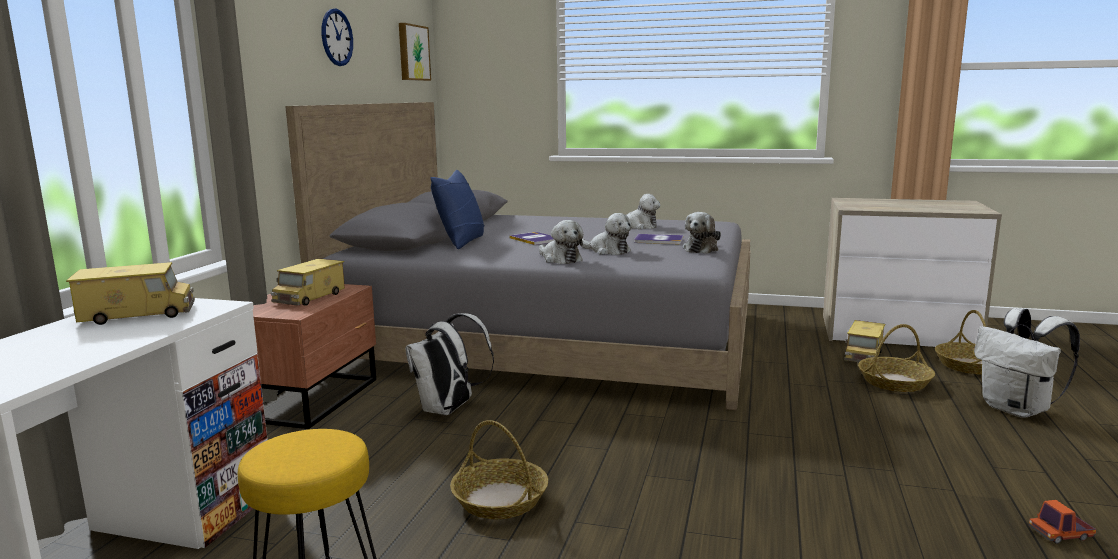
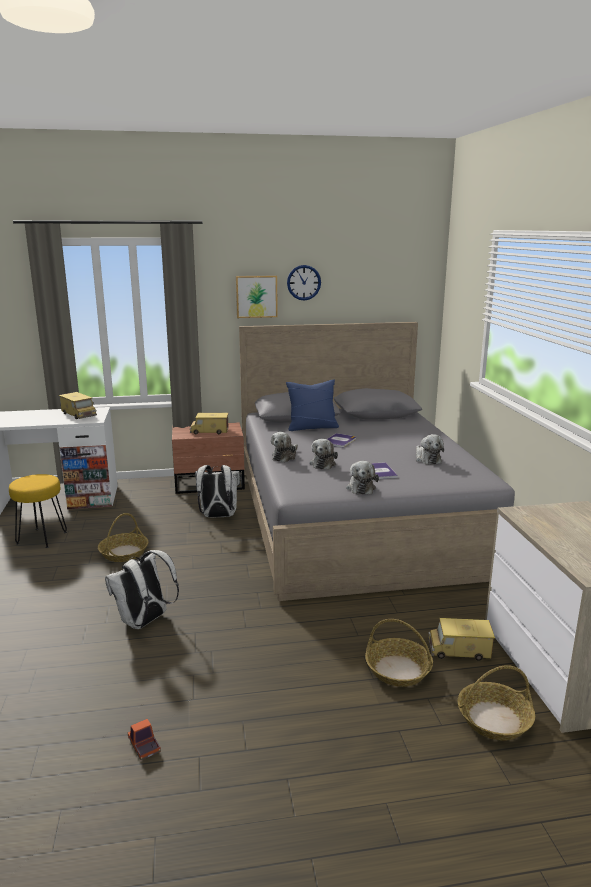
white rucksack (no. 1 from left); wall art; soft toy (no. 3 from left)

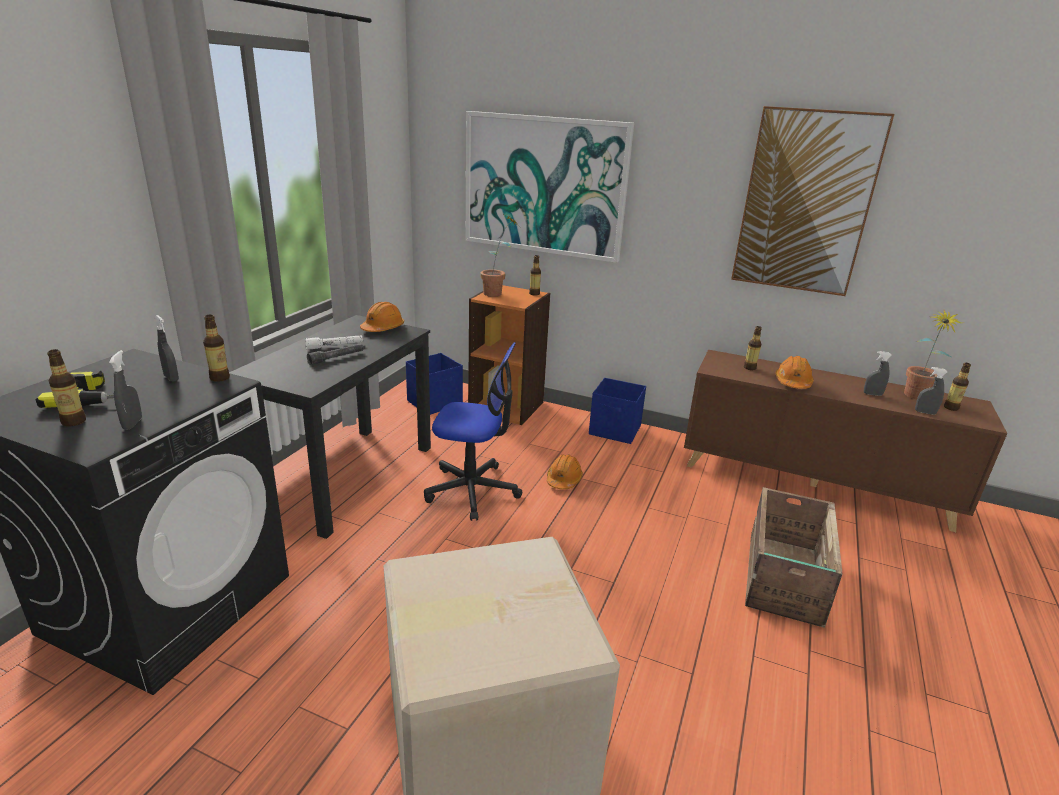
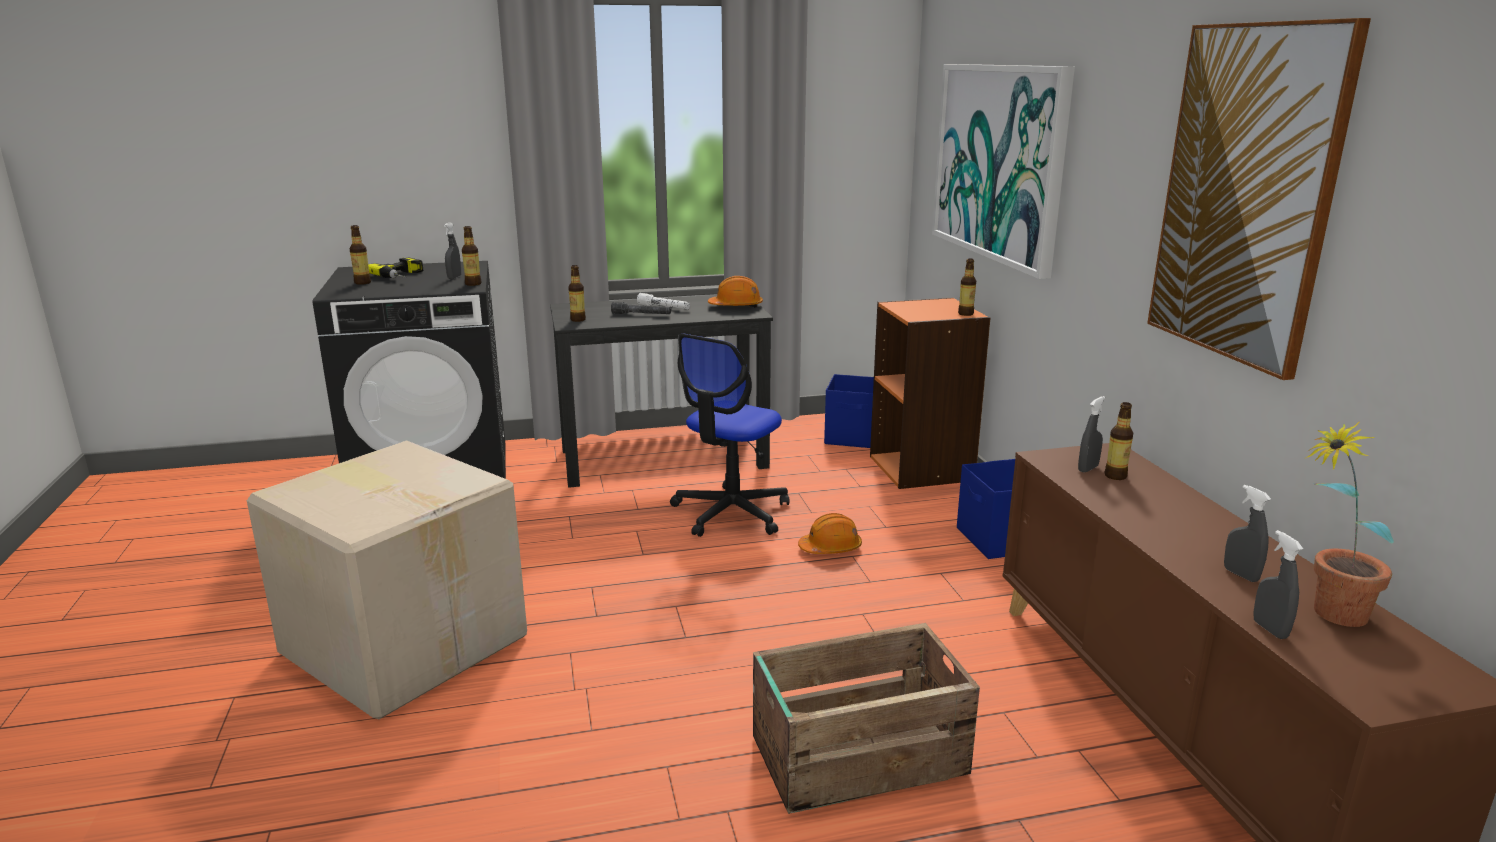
drink bottle (no. 3 from left); computer chair; grey sprayer (no. 2 from left); houseplant (no. 1 from left in the first image); orange safety helmet (no. 3 from left in the first image)

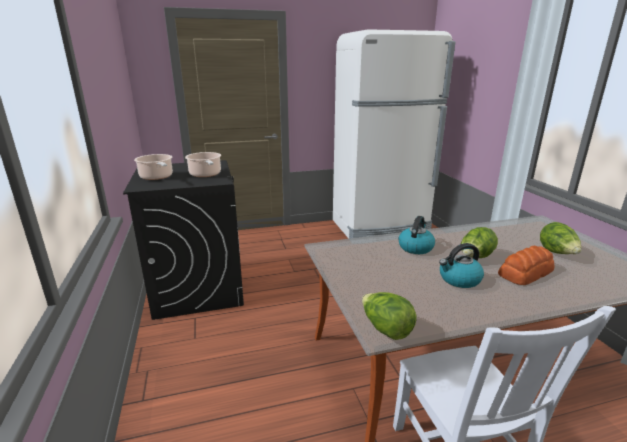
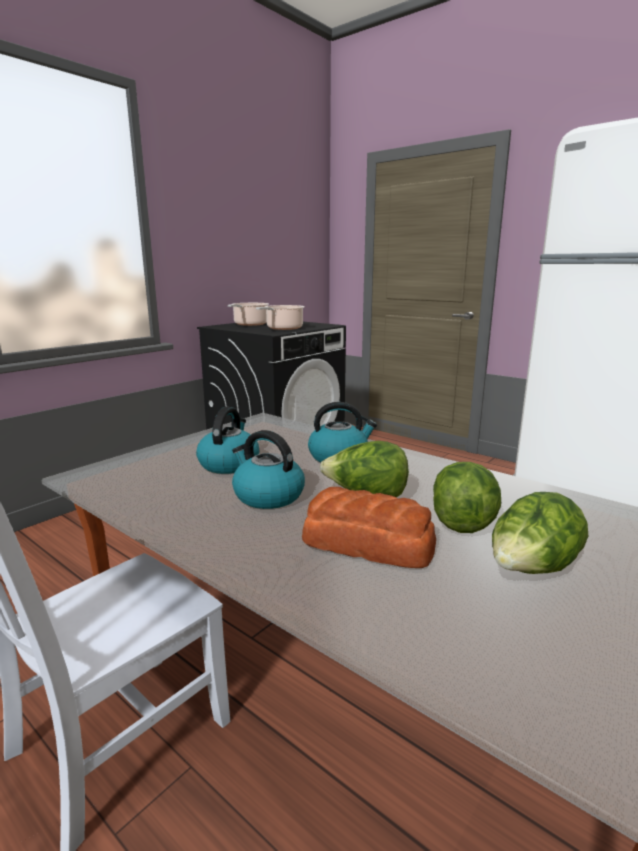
kettle (no. 1 from left); head of lettuce (no. 2 from left)

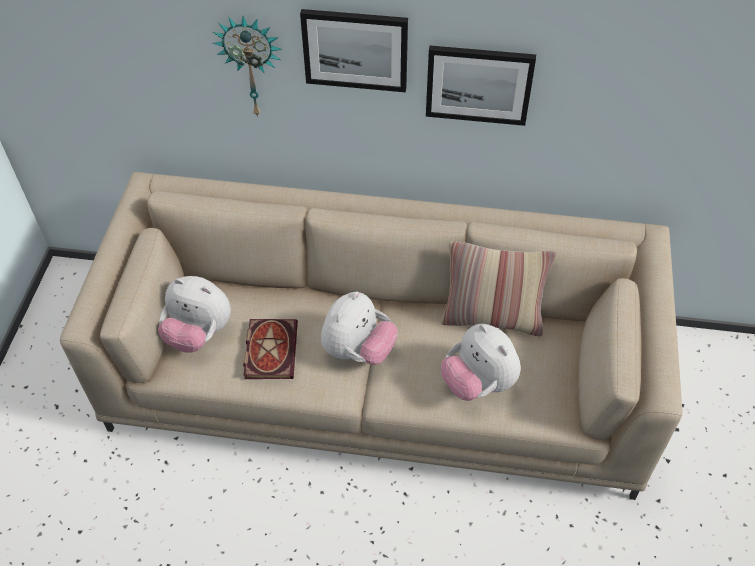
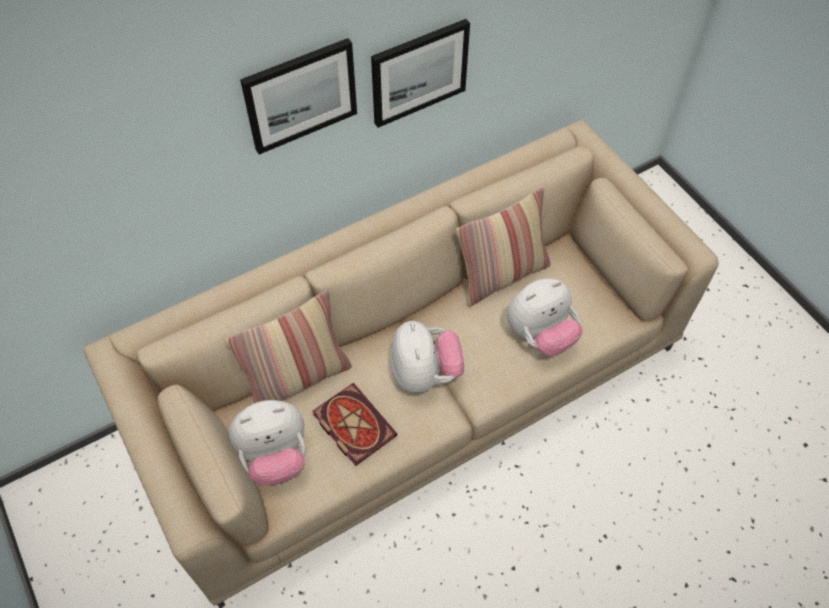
cushion (no. 1 from left); soft toy (no. 3 from left); wall clock

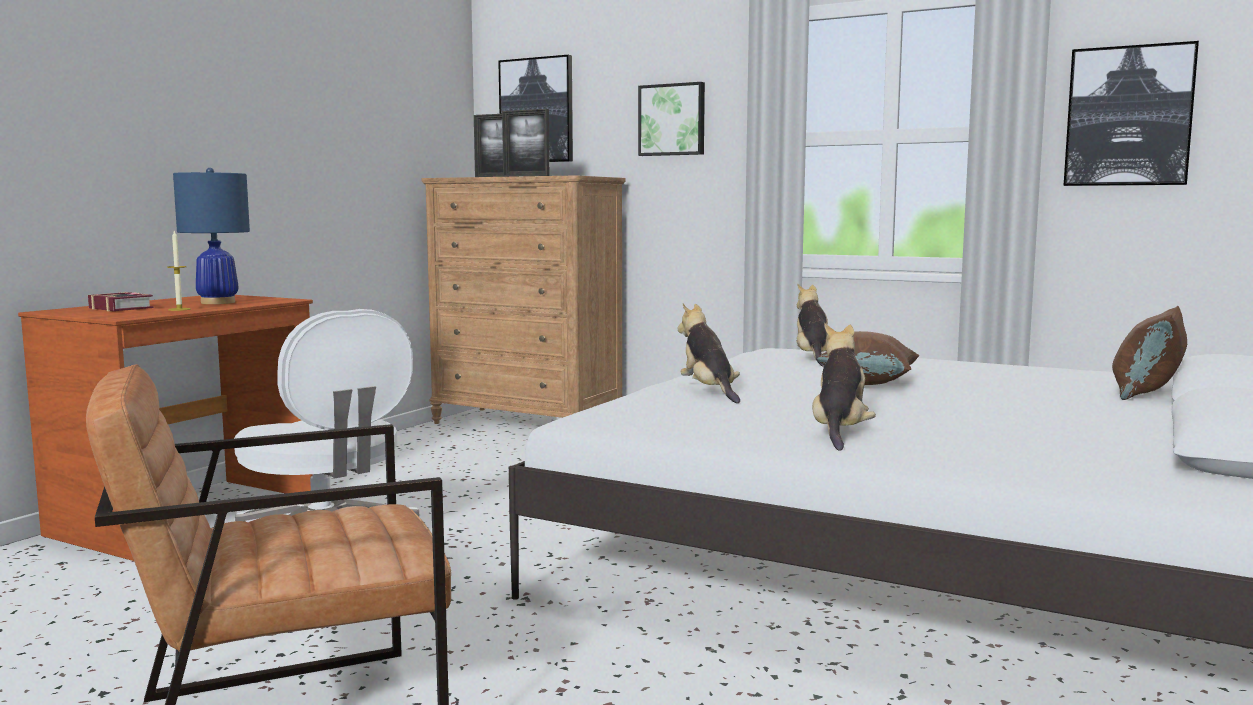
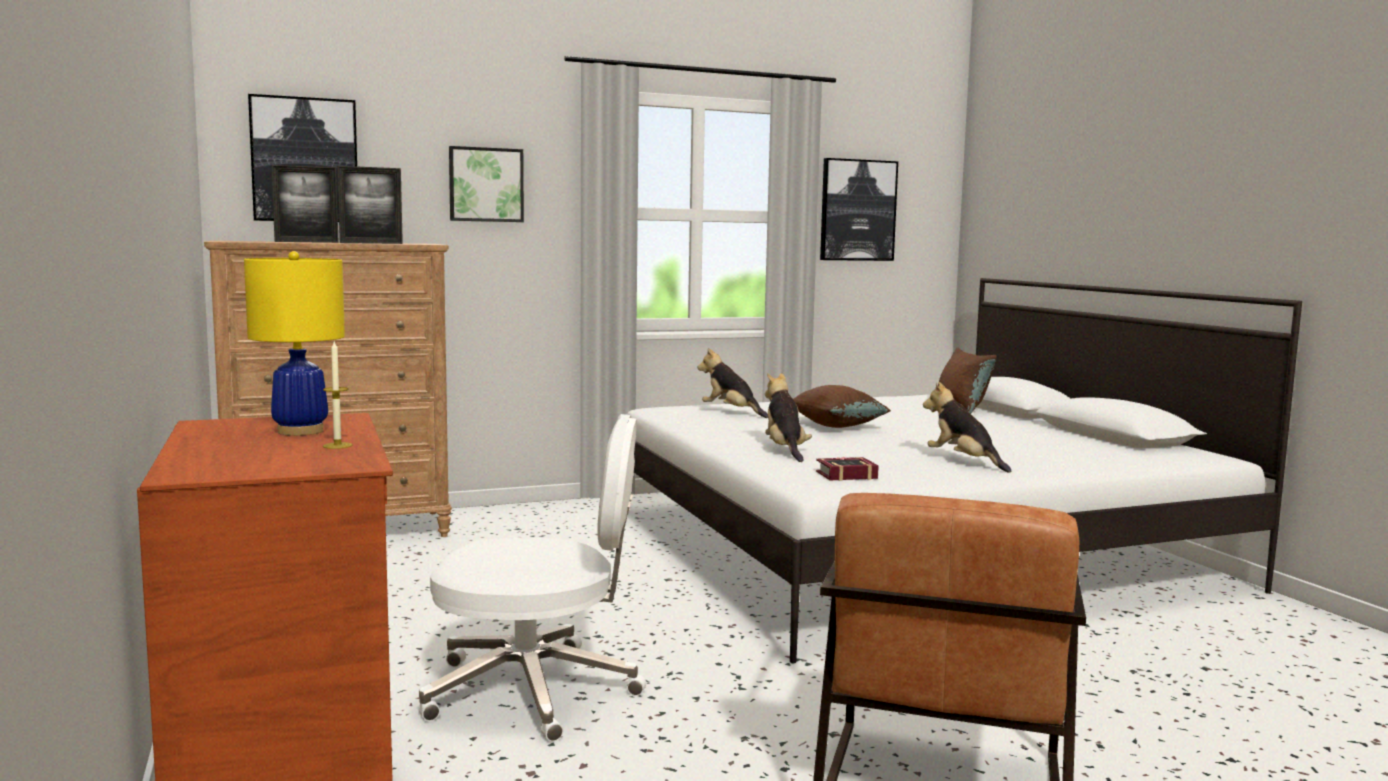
yellowish lamp for a table; soft toy (no. 2 from left); volume

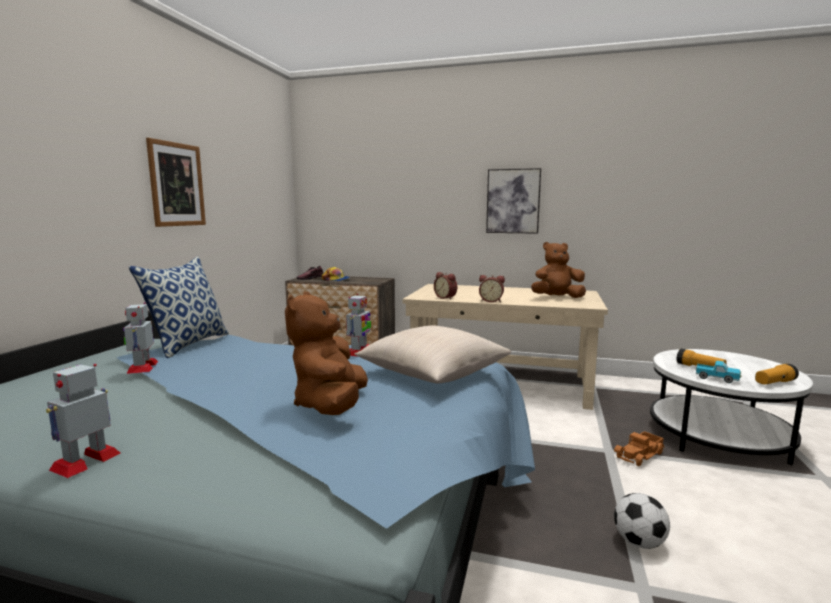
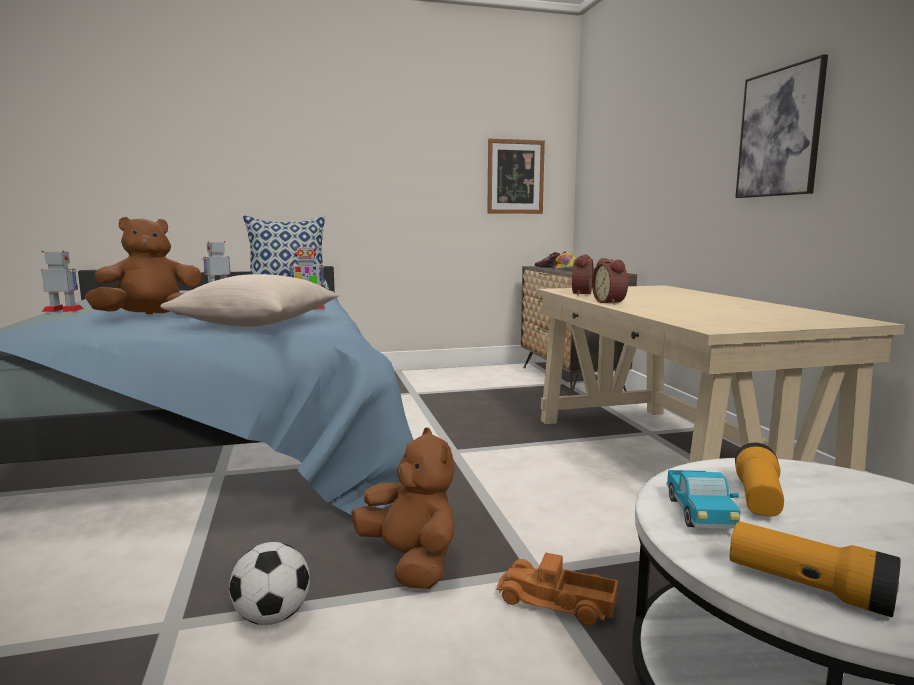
brownish soft toy (no. 2 from left); wall art (no. 1 from left)

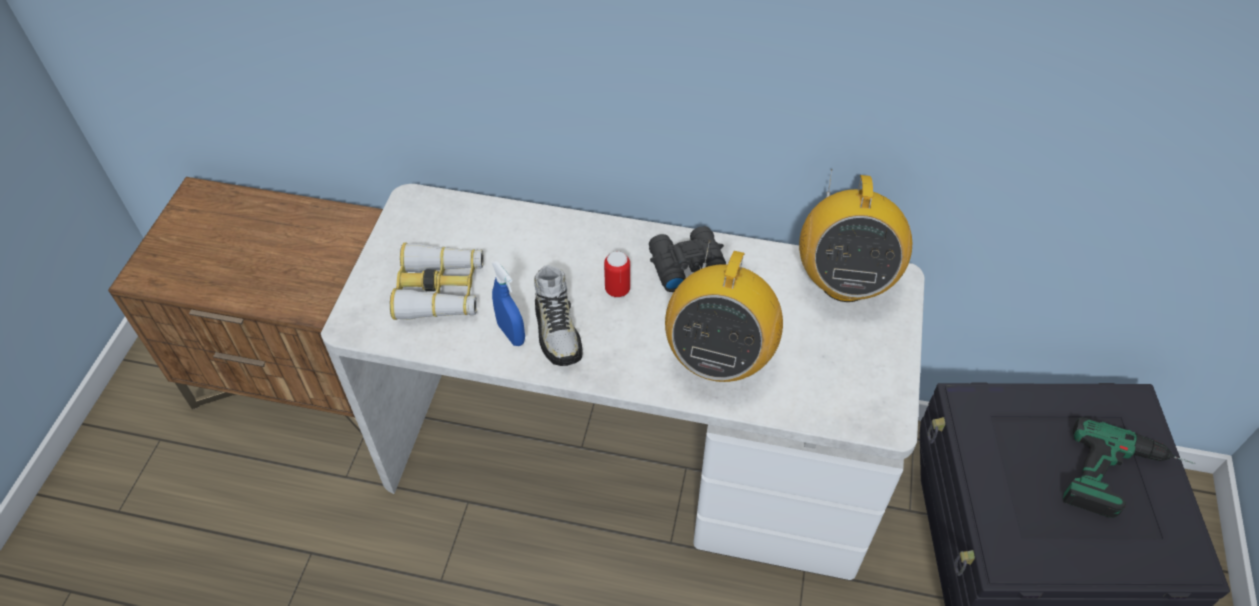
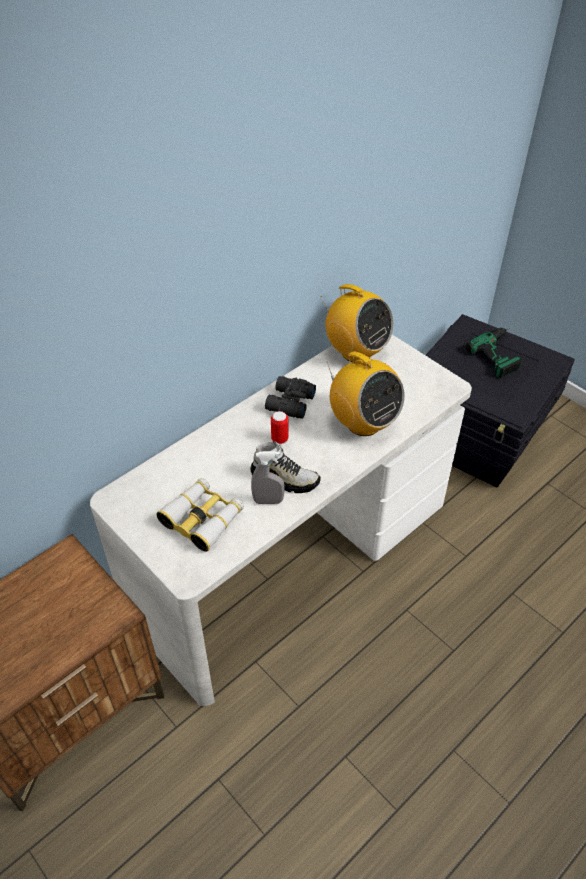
grey sprayer

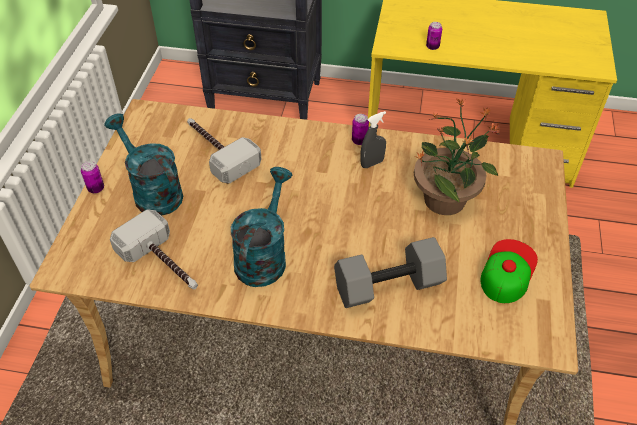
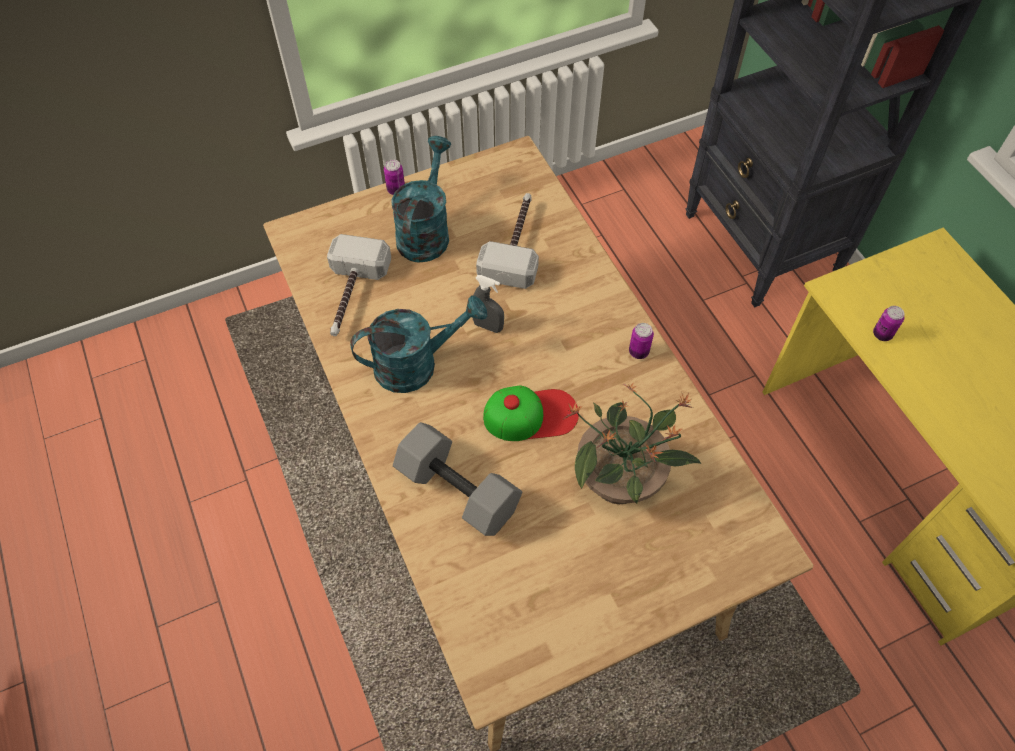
grey sprayer; baseball cap

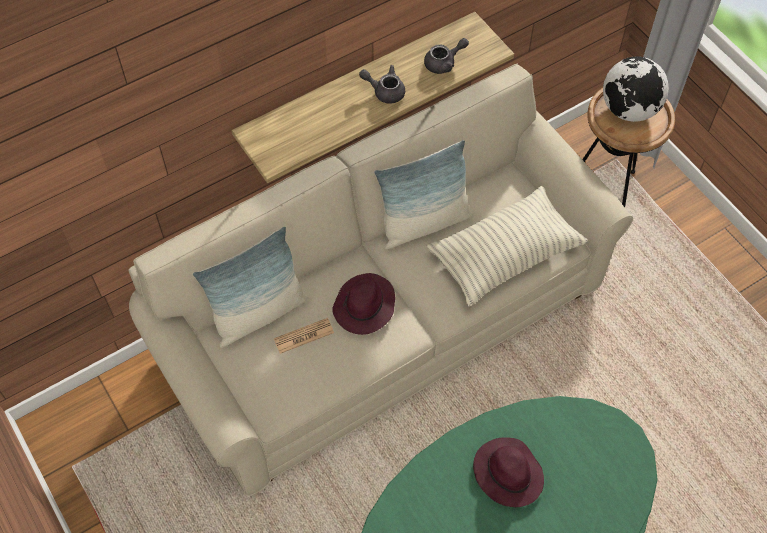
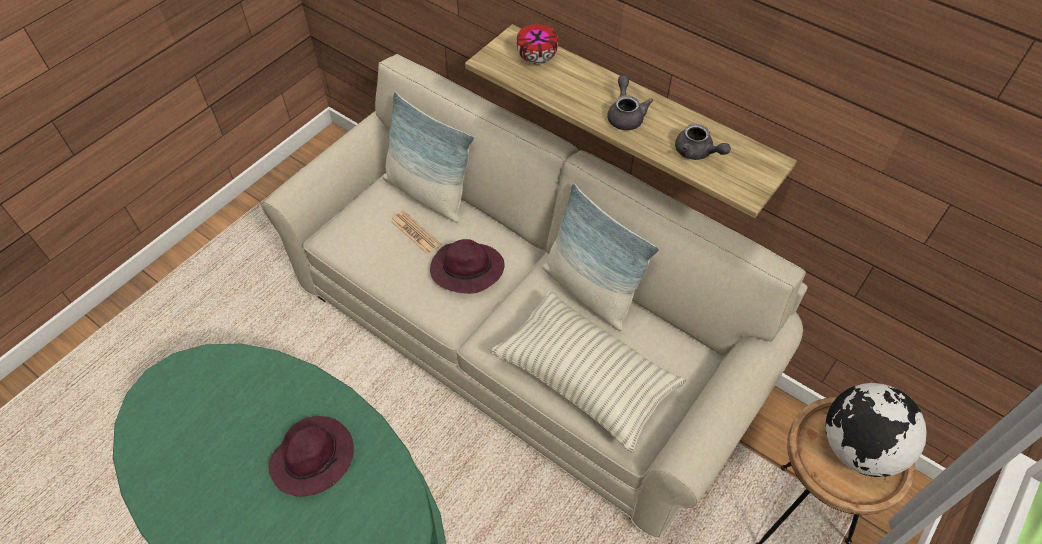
bowl

